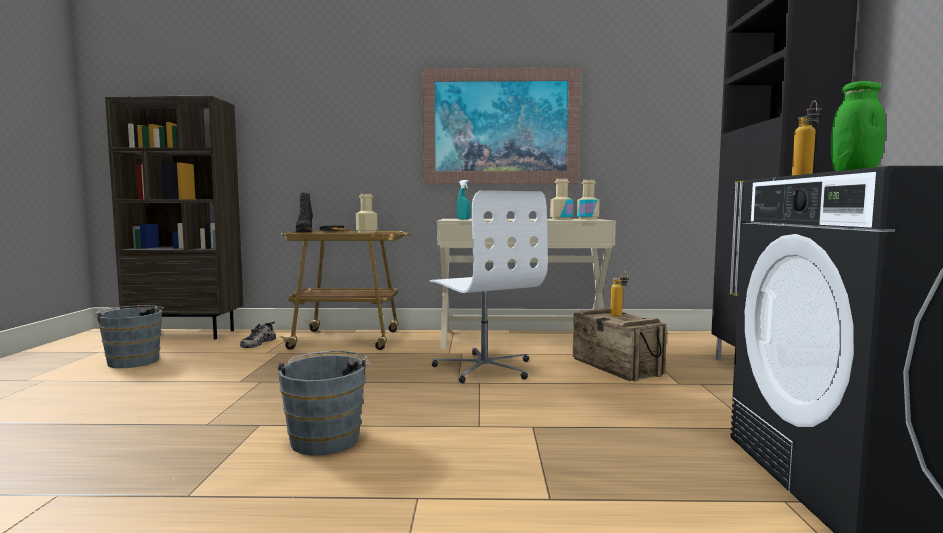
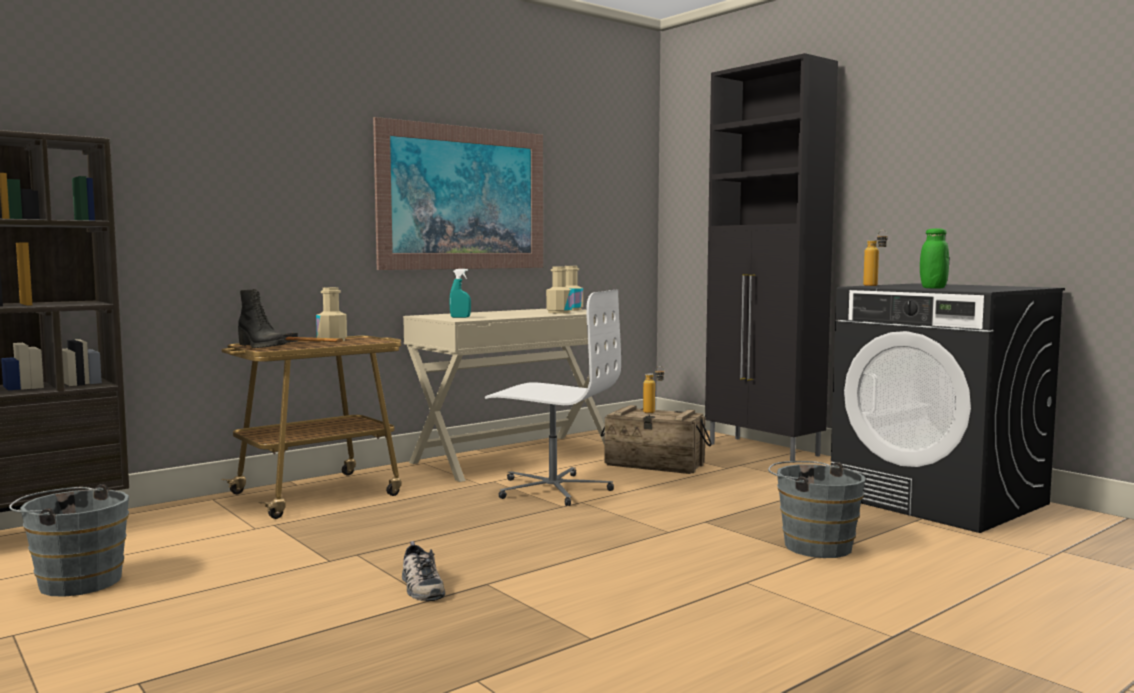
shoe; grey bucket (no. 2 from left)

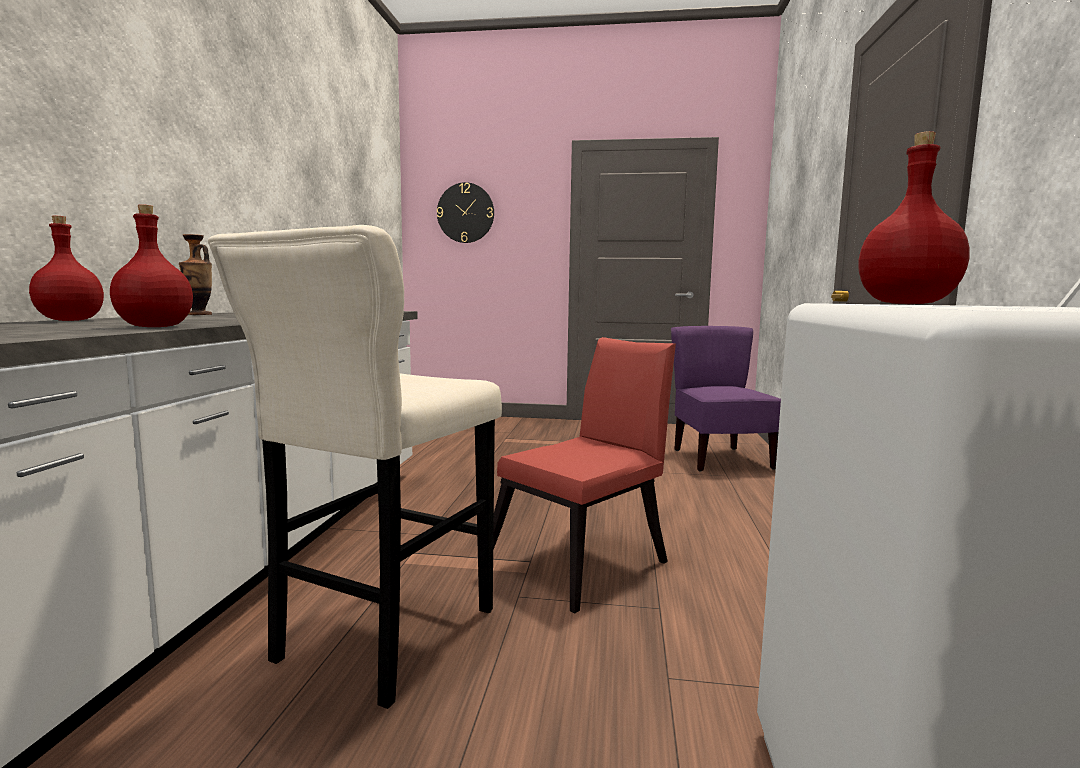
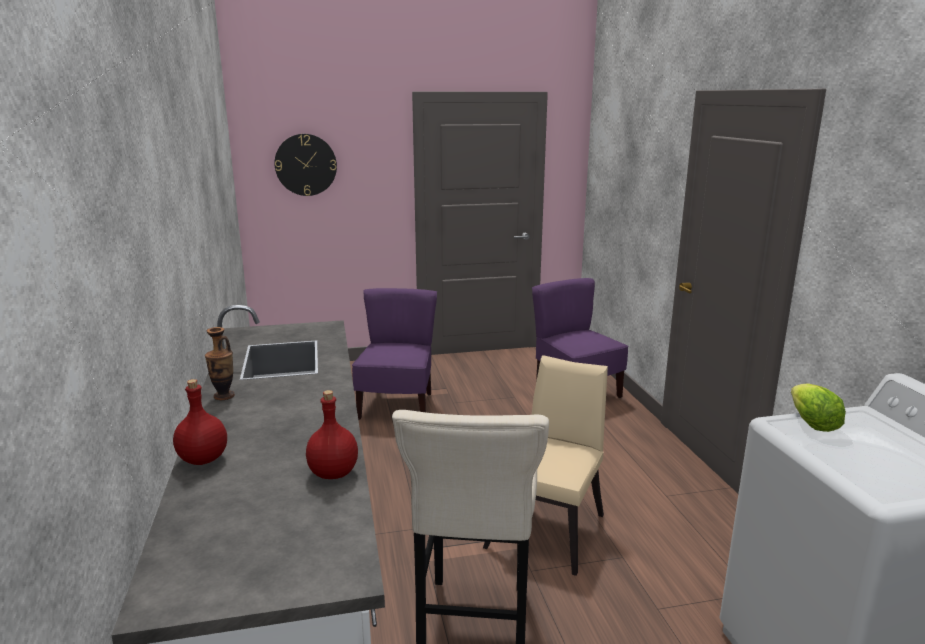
purple-coloured plain chair (no. 1 from left); beige-coloured plain chair; head of lettuce

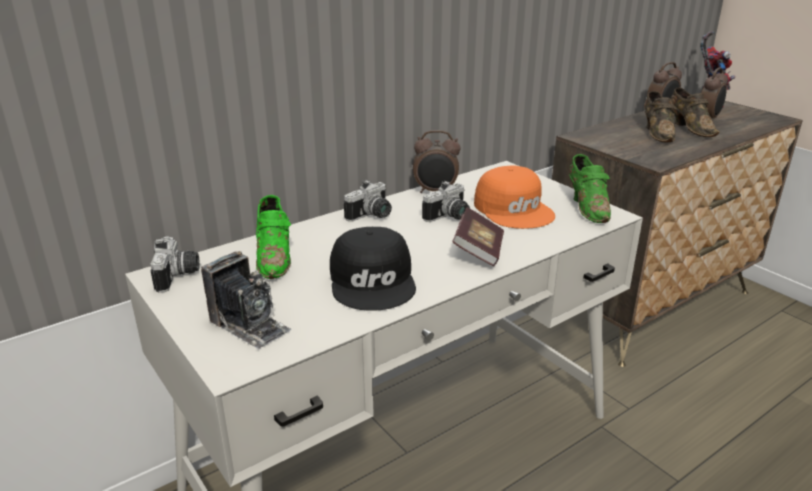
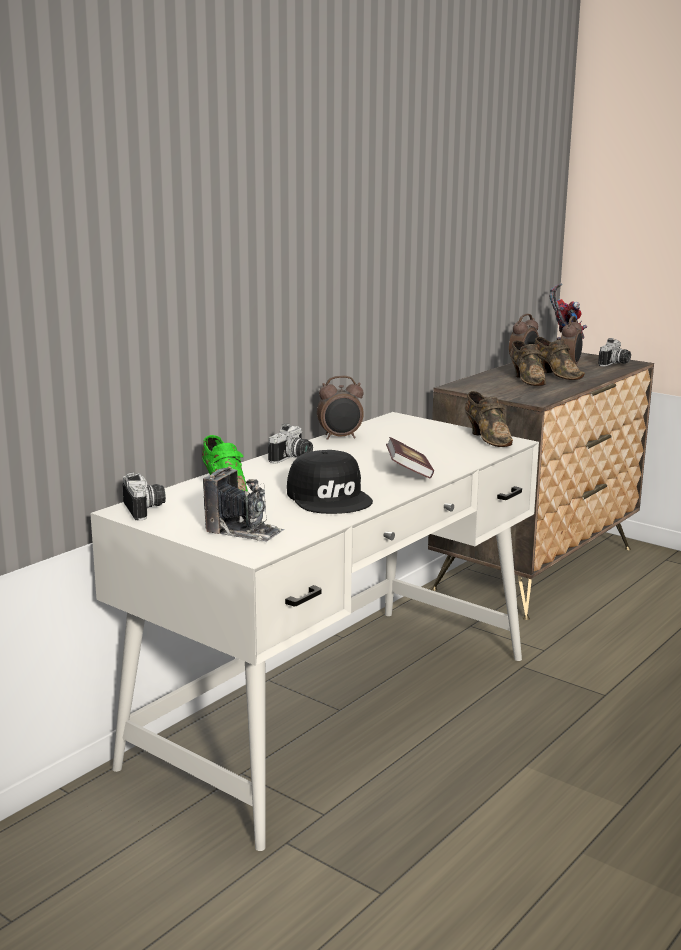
brownish shoe (no. 1 from left); photo camera (no. 4 from left); orange baseball cap

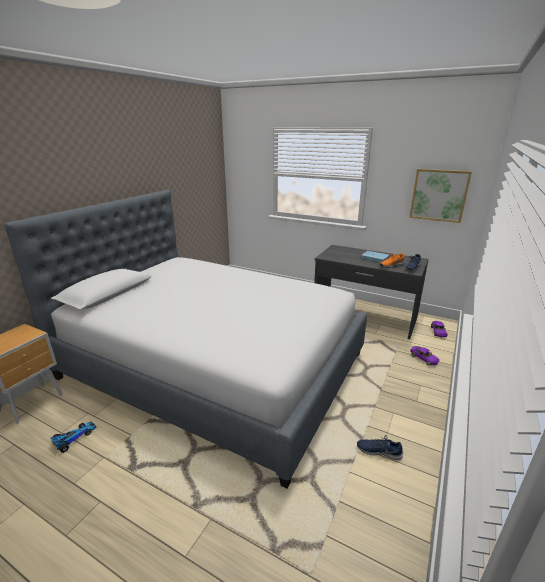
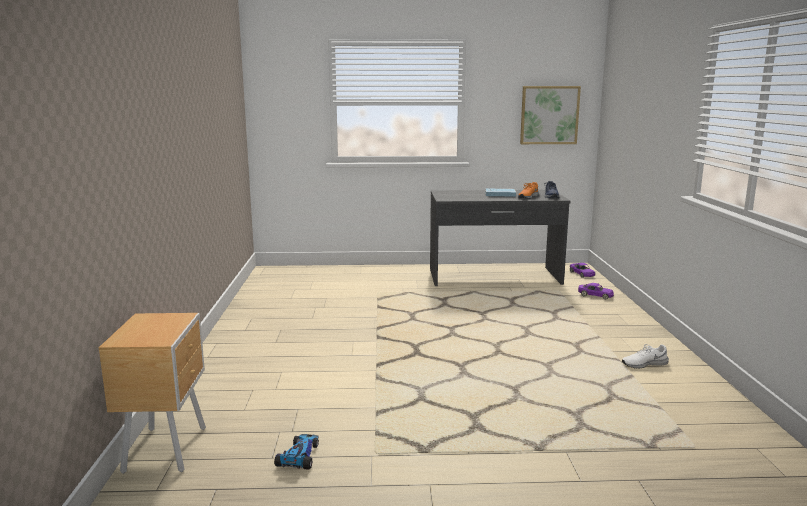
white shoe; sleeping bed

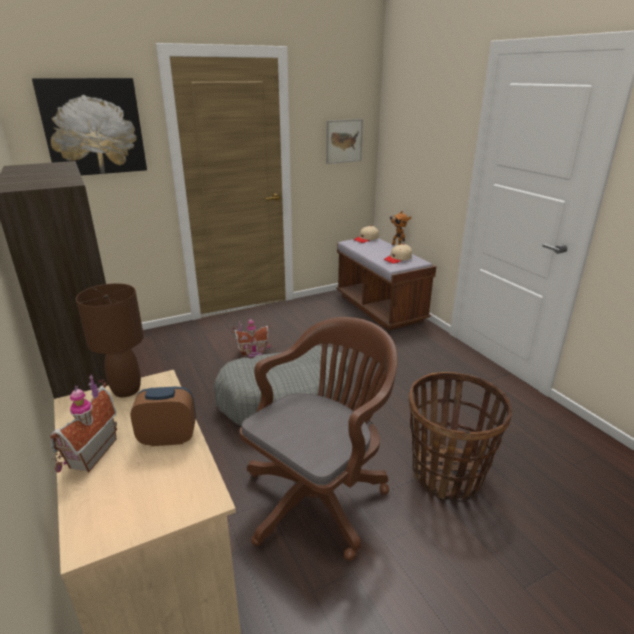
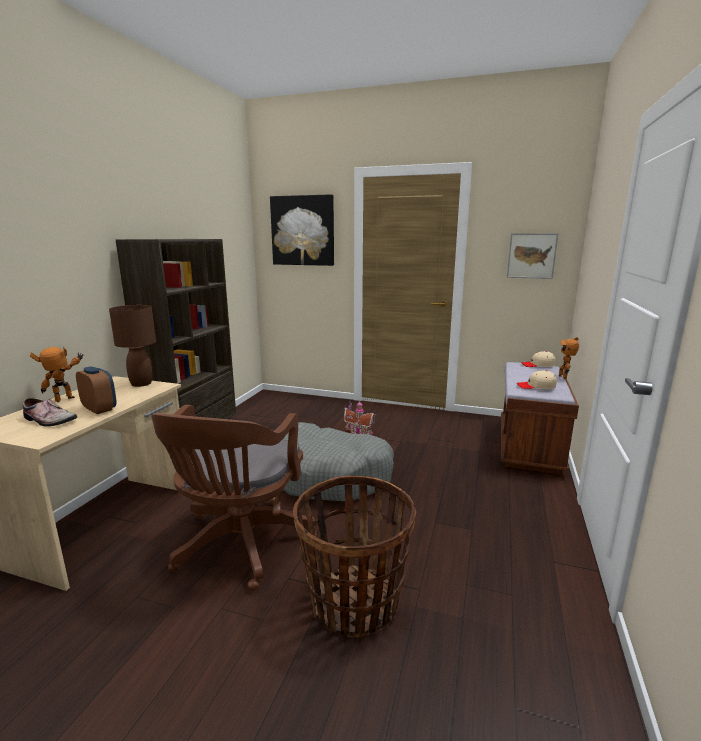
shoe; model robot (no. 1 from left); brownish computer chair

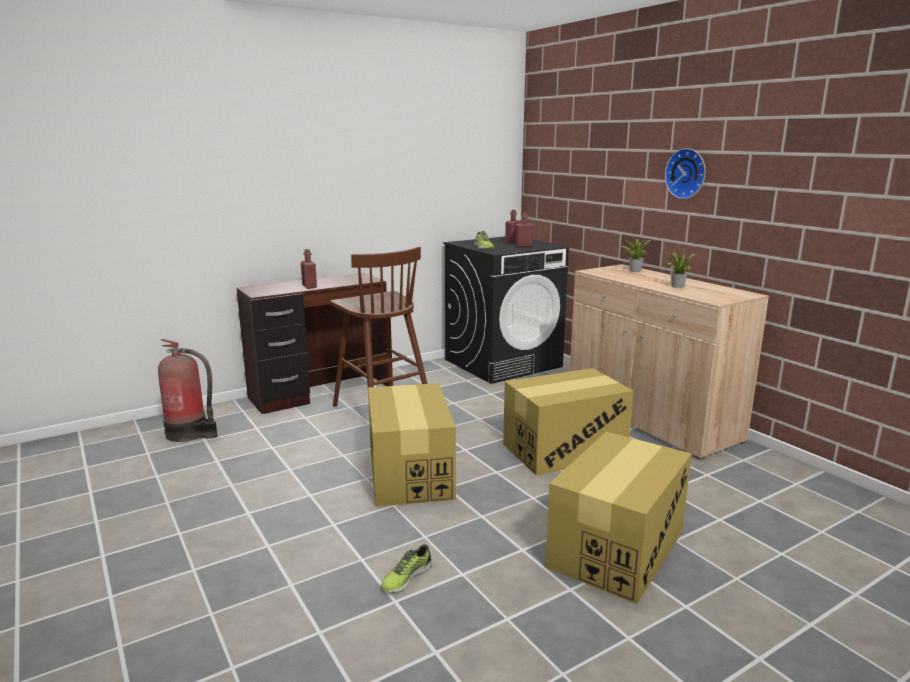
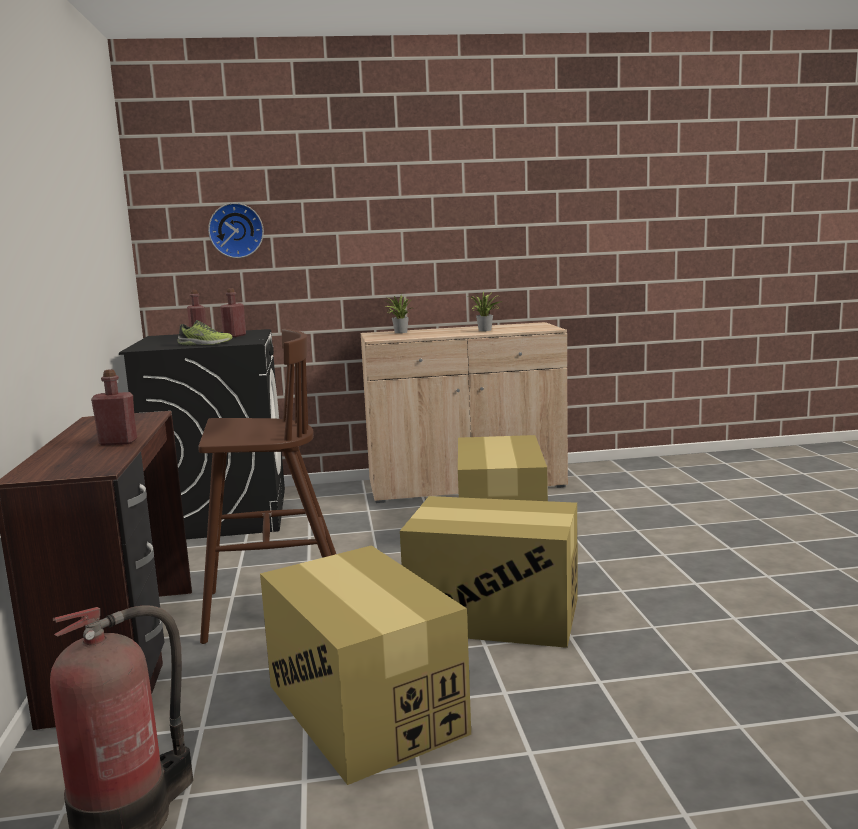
wall clock; cardboard box (no. 1 from left); shoe (no. 1 from left in the first image)

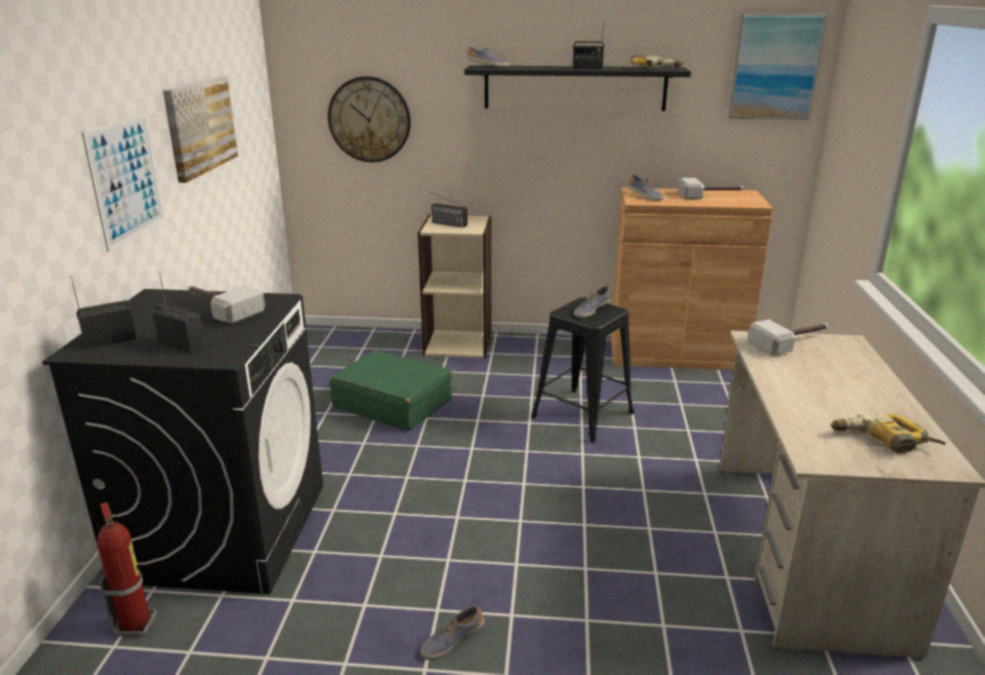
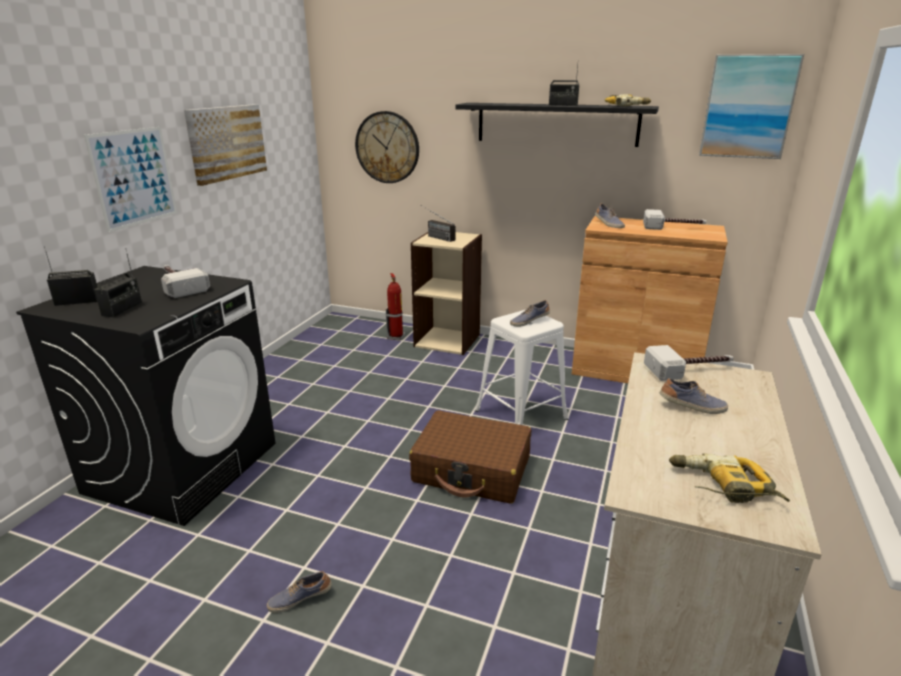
radio receiver (no. 2 from left); fire extinguisher; brownish suitcase; white sitting stool; shoe (no. 4 from left); green-coloured suitcase

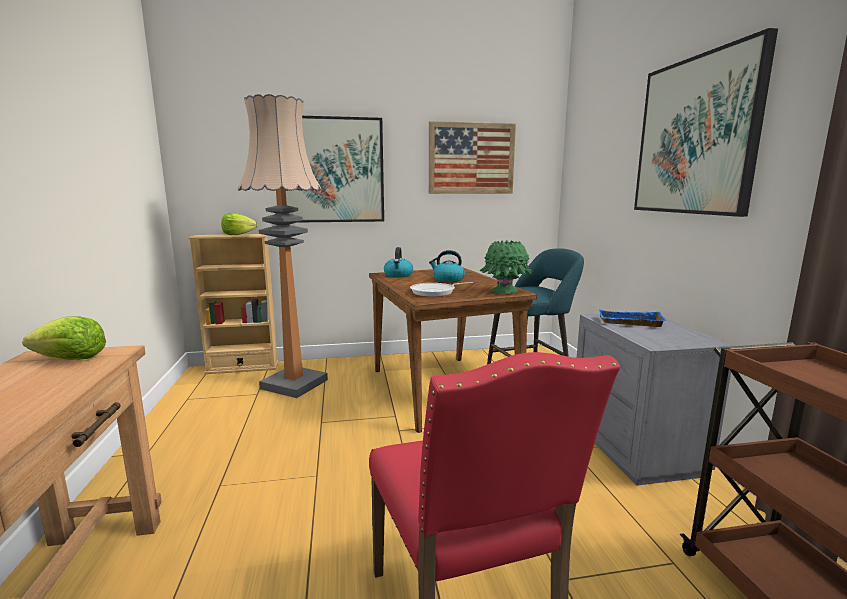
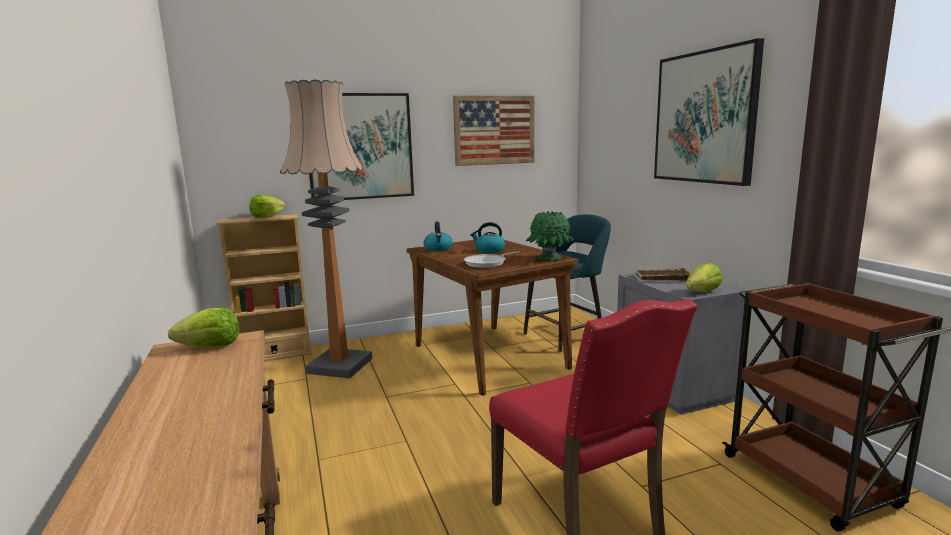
beige-coloured carrying tray; head of lettuce (no. 3 from left)

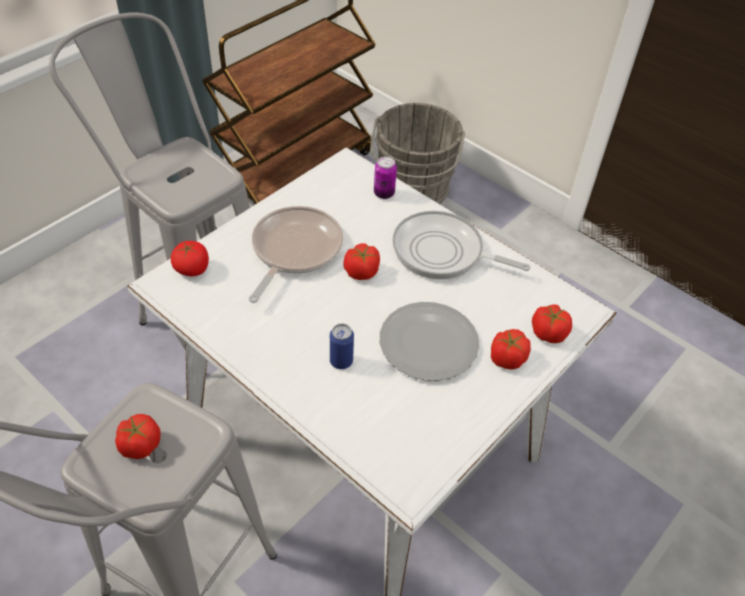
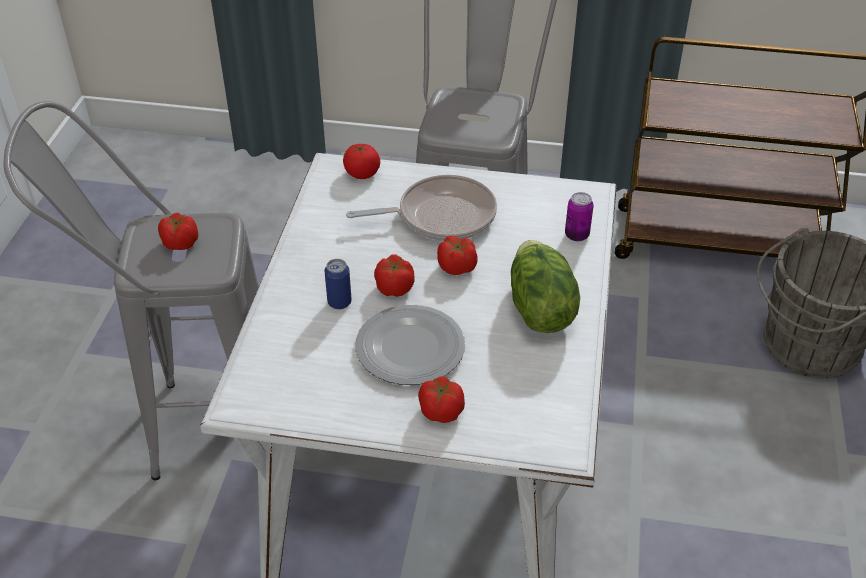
fresh tomato (no. 3 from left); head of lettuce

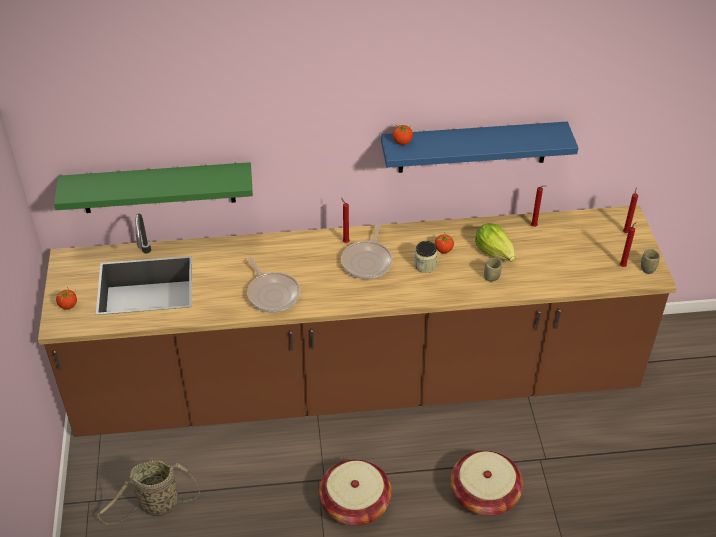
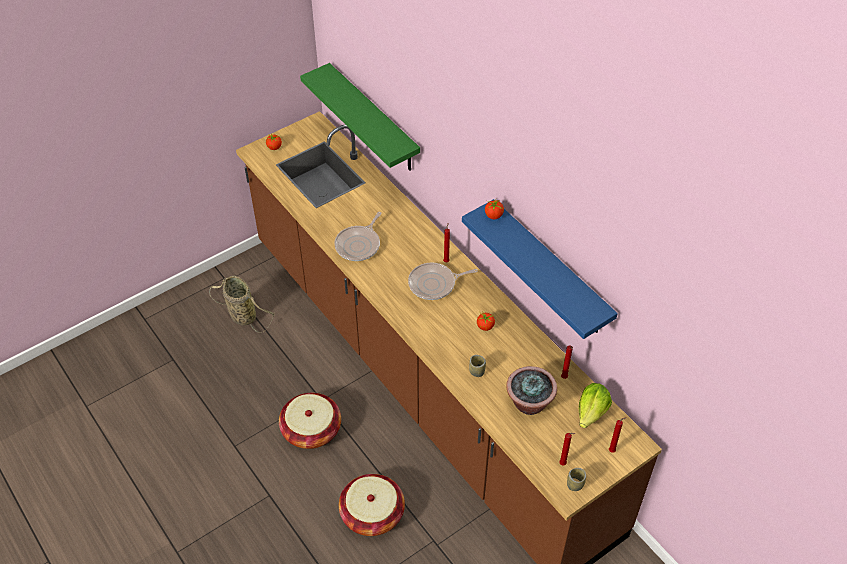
houseplant; head of lettuce; jar

